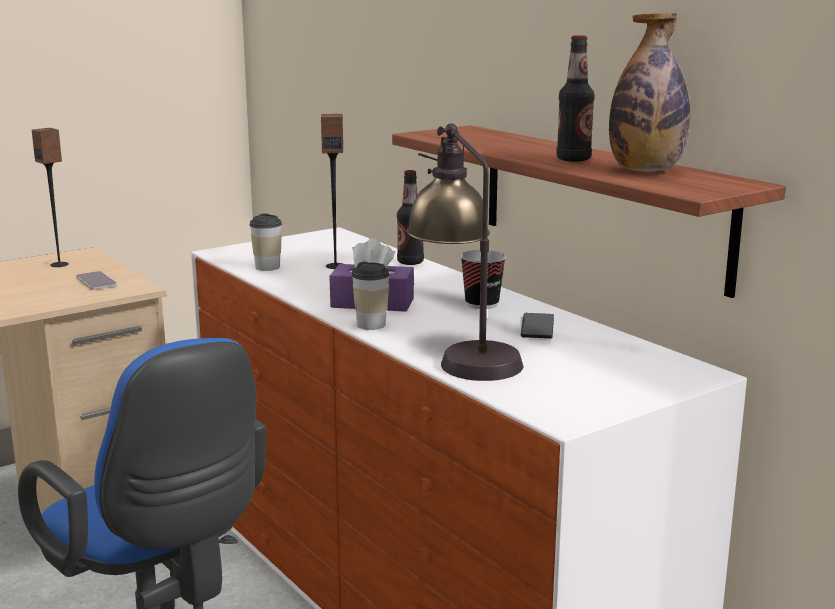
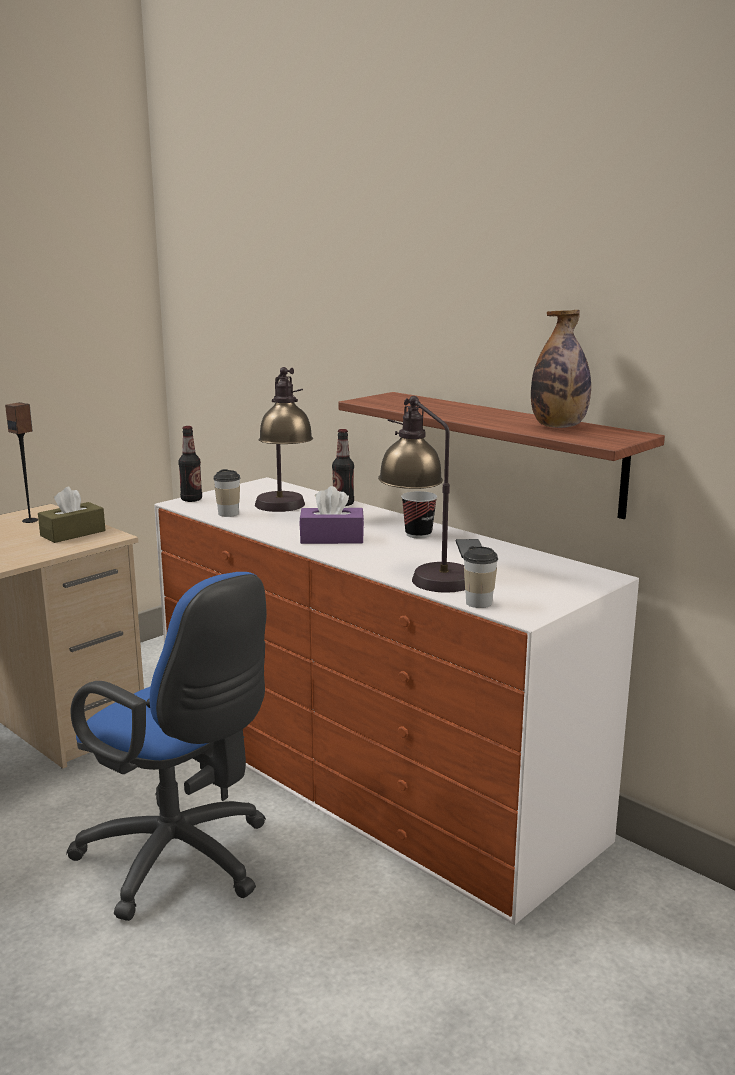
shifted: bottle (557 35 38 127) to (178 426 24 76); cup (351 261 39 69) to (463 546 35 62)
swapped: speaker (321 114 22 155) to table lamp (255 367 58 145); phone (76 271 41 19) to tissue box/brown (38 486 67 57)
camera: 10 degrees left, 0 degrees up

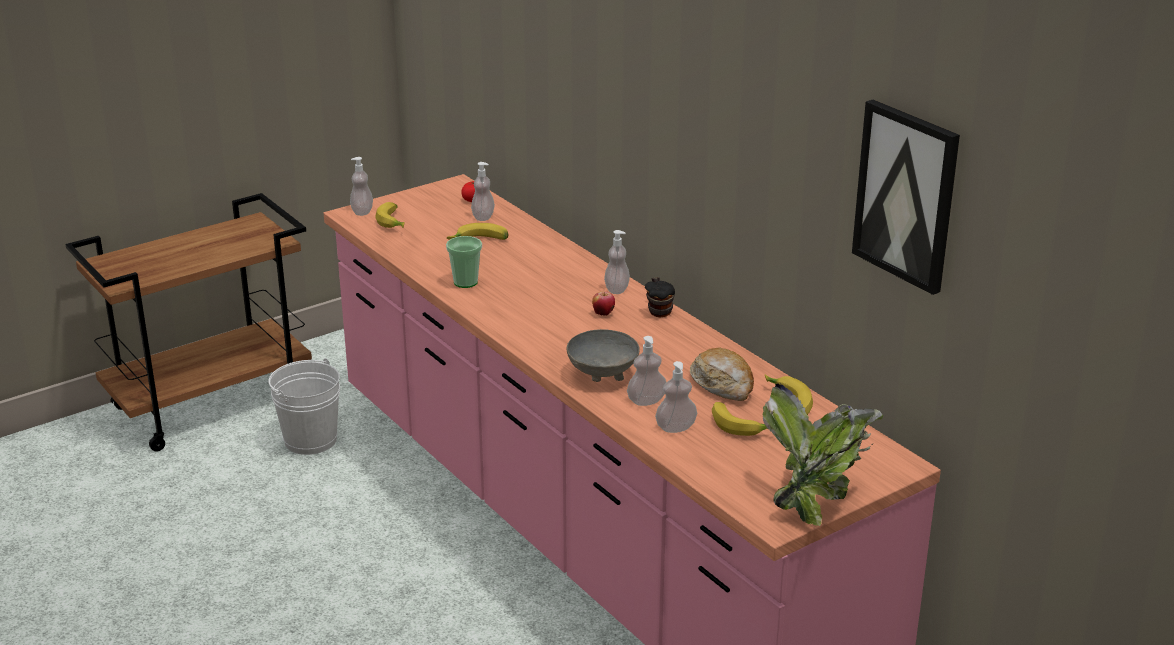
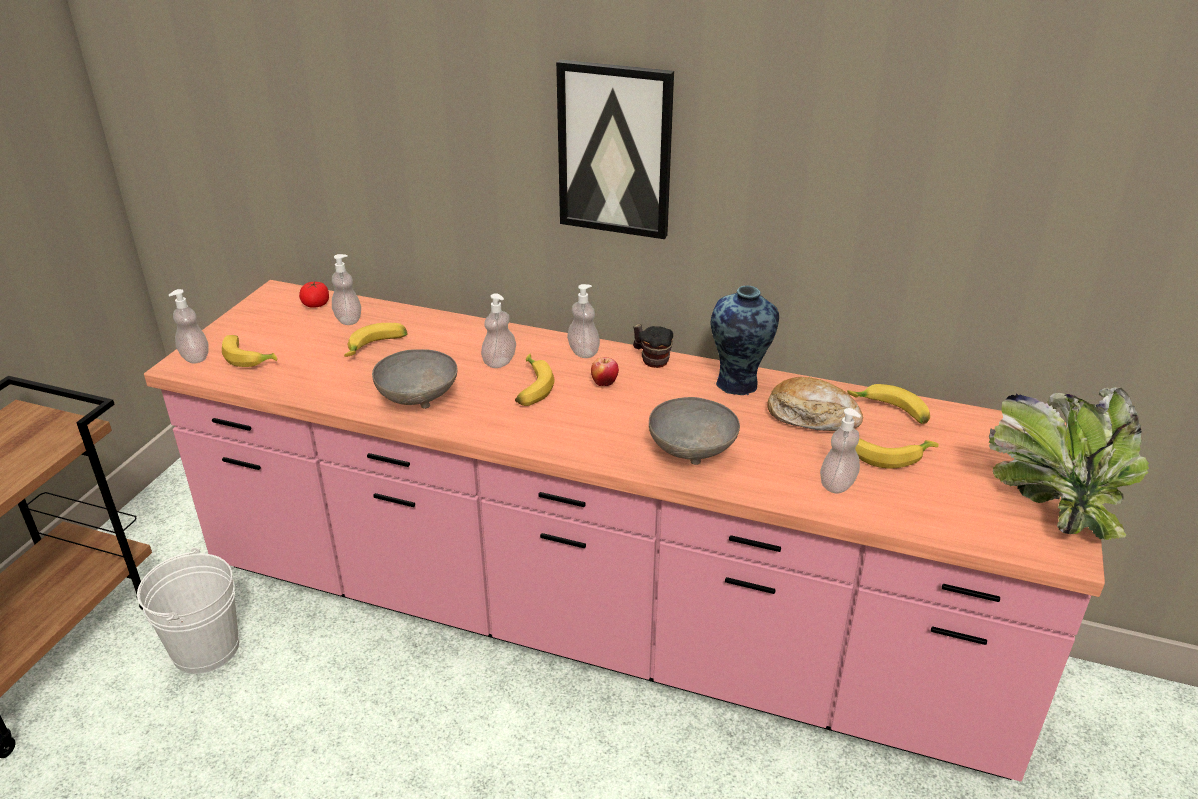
new: vase (711 286 68 109); banana (515 354 40 52)
shifted: picture (852 99 108 196) to (556 59 118 180); soap dispenser (627 336 39 70) to (481 293 35 75)
swapped: cup (446 236 36 52) to bowl/grey (372 349 86 60)
camera: 35 degrees left, 5 degrees up

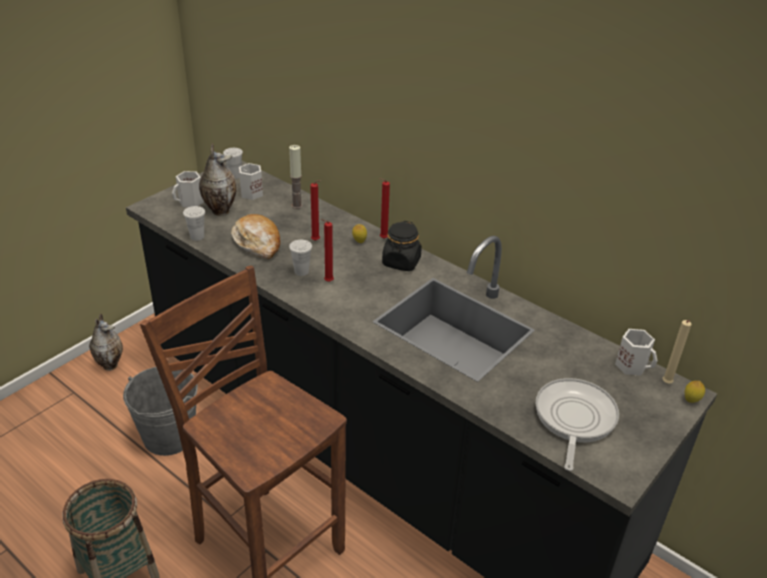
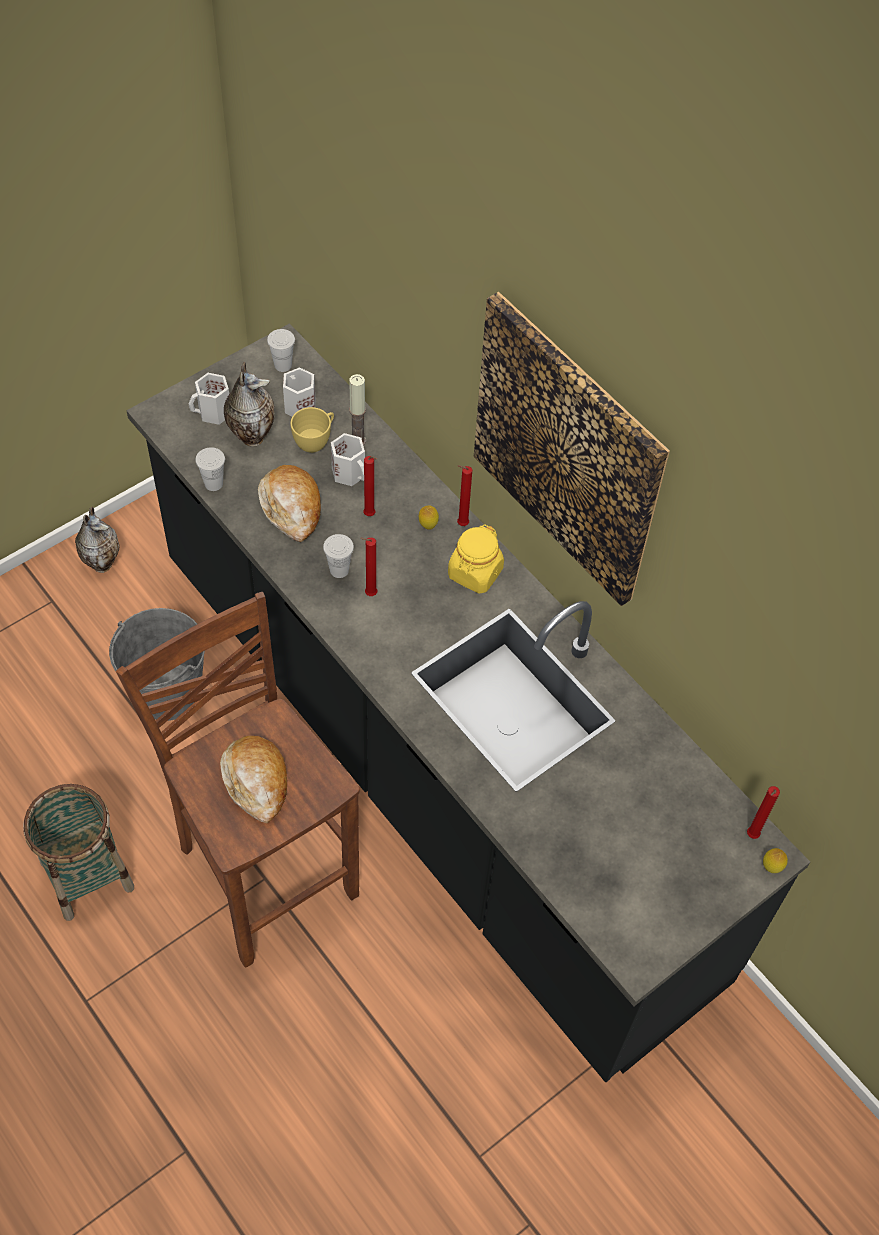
gone: frying pan (536 378 83 93)
new: picture (474 292 196 314); cup/yellow (291 407 43 46); bread (220 736 67 87)
shifted: mug/white (615 329 43 47) to (331 433 34 53)
repainted: jar/black (382 221 40 50) to jar/yellow (448 524 56 69); candle/beige (662 320 30 63) to candle/red (747 786 33 53)
camera: 10 degrees right, 20 degrees up

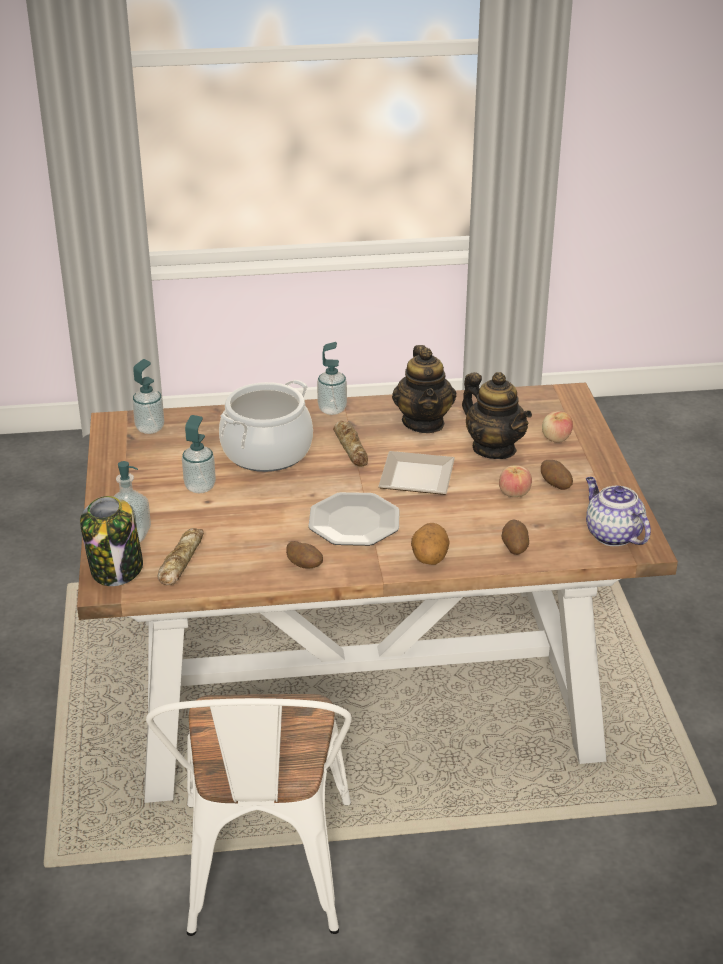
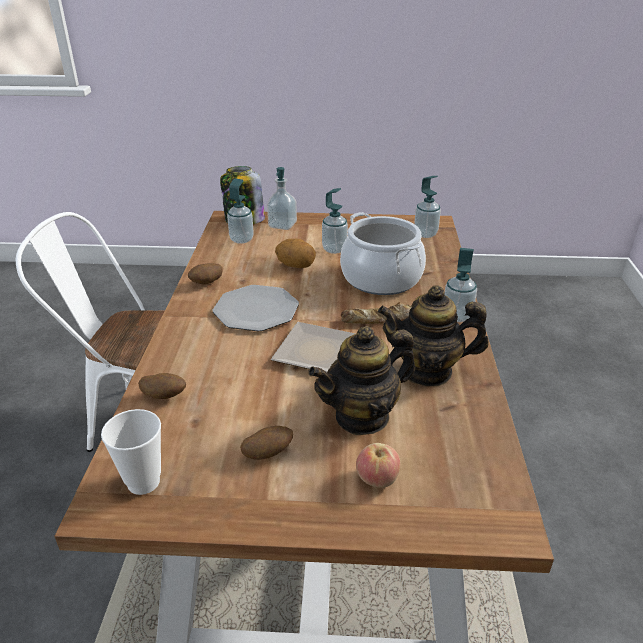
gone: apple (499 465 33 32)
shifted: potato (411 523 39 42) to (275 239 41 29)
swapped: teapot (586 477 65 69) to cup (101 409 60 86); bread (158 528 46 57) to soap dispenser (227 179 27 65)
camera: 100 degrees right, 0 degrees up

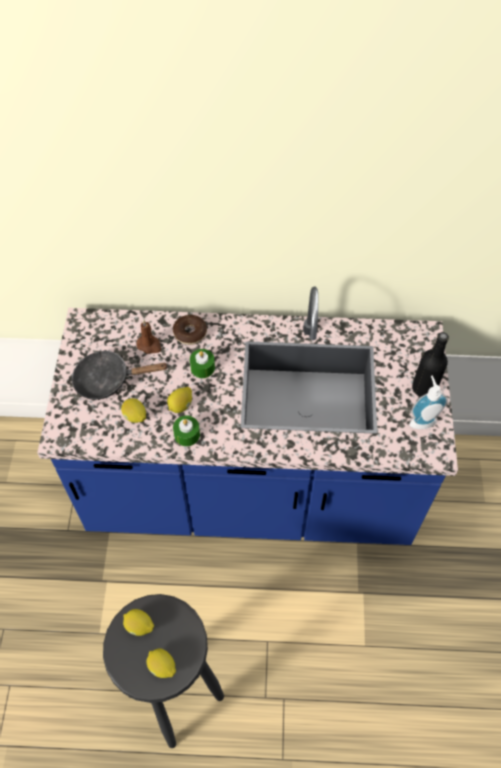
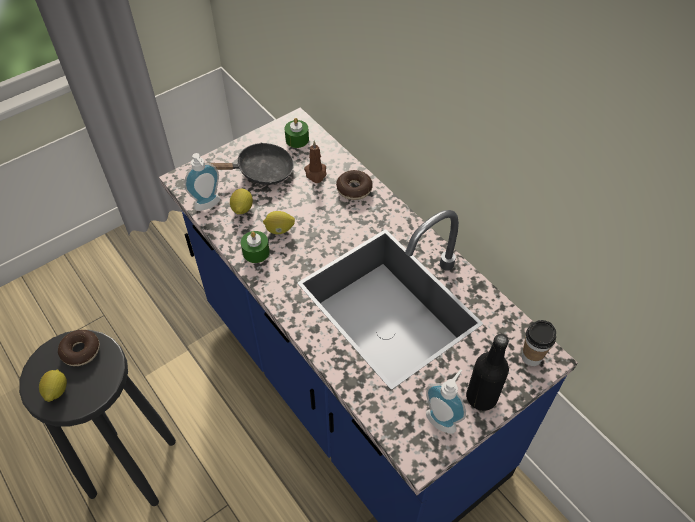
new: soap dispenser (184 153 36 58); cup (522 320 34 46)
shifted: candle/green (190 349 25 29) to (284 118 25 30)
swapped: lemon (123 609 31 27) to donut (58 330 42 36)
rotated: frying pan/black (72 350 97 50) = (210 142 84 43) 120 degrees clockwise
camera: 50 degrees right, 5 degrees down

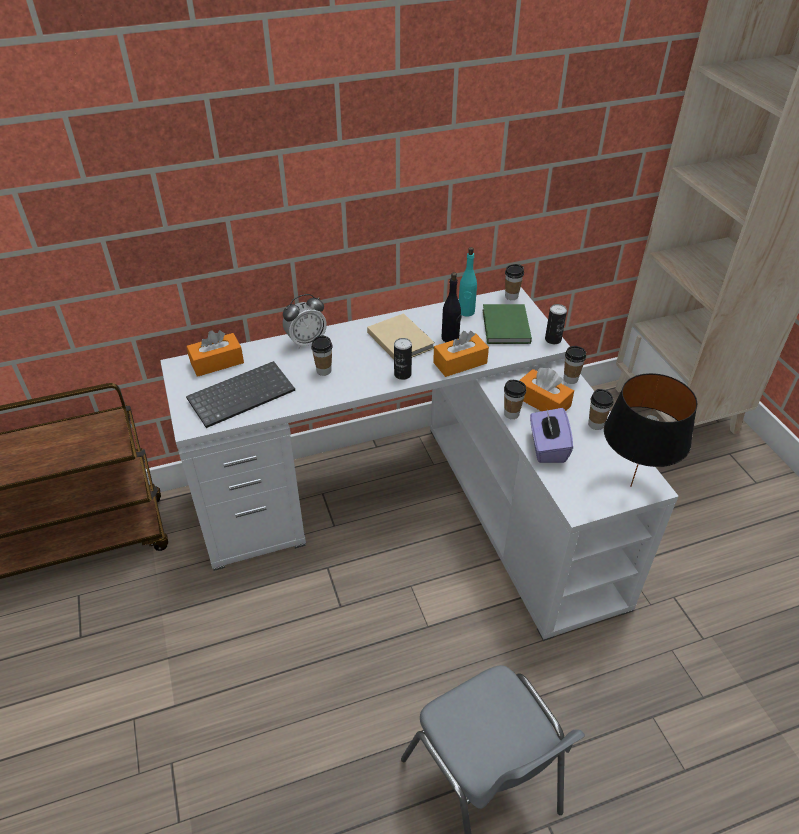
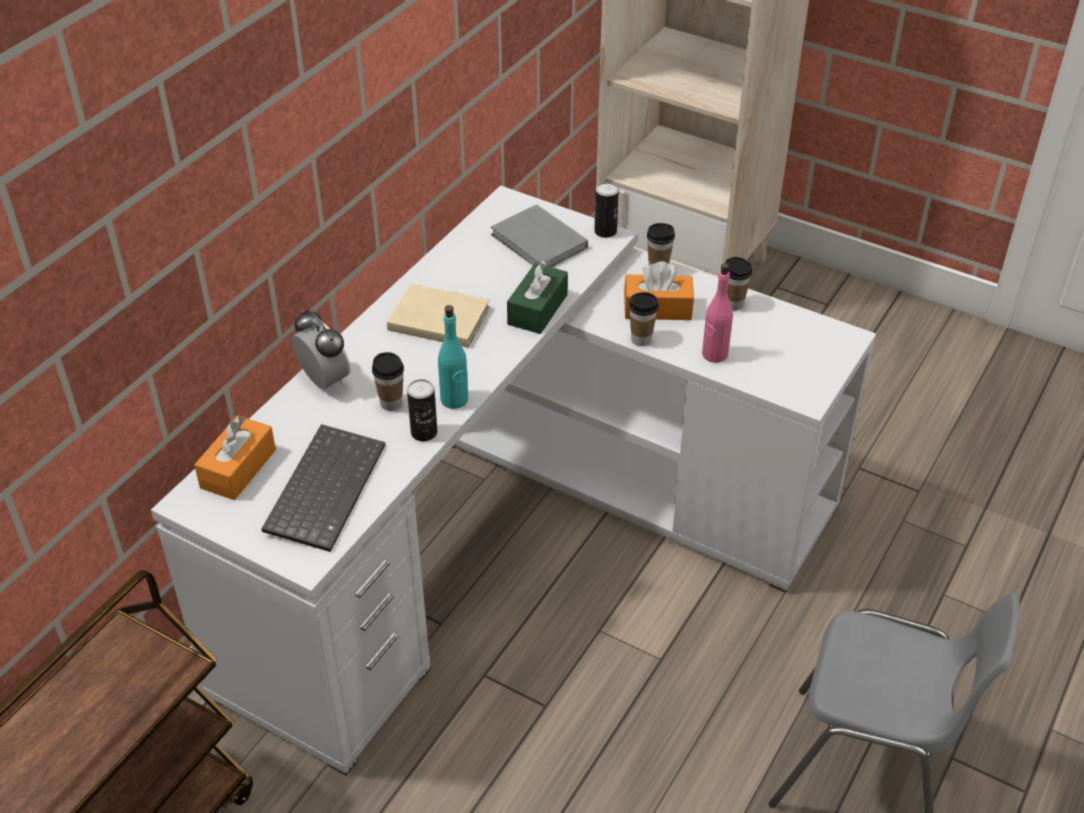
gone: cup (505 264 19 36); bottle/black (442 272 19 70); table lamp/black (604 373 93 114)
shifted: bottle/turquoise (459 247 18 70) to (438 305 30 104); can (394 338 18 42) to (407 379 30 62)
swapped: tissue box/purple (530 408 43 55) to bottle/pink (702 263 31 100)
repainted: book/green (483 304 49 40) to book/grey (491 204 97 63); tissue box/orange (433 331 56 46) to tissue box/green (507 260 61 74)
rotated: alarm clock (283 294 44 55) = (292 310 59 79) 60 degrees counterclockwise
camera: 40 degrees left, 0 degrees up

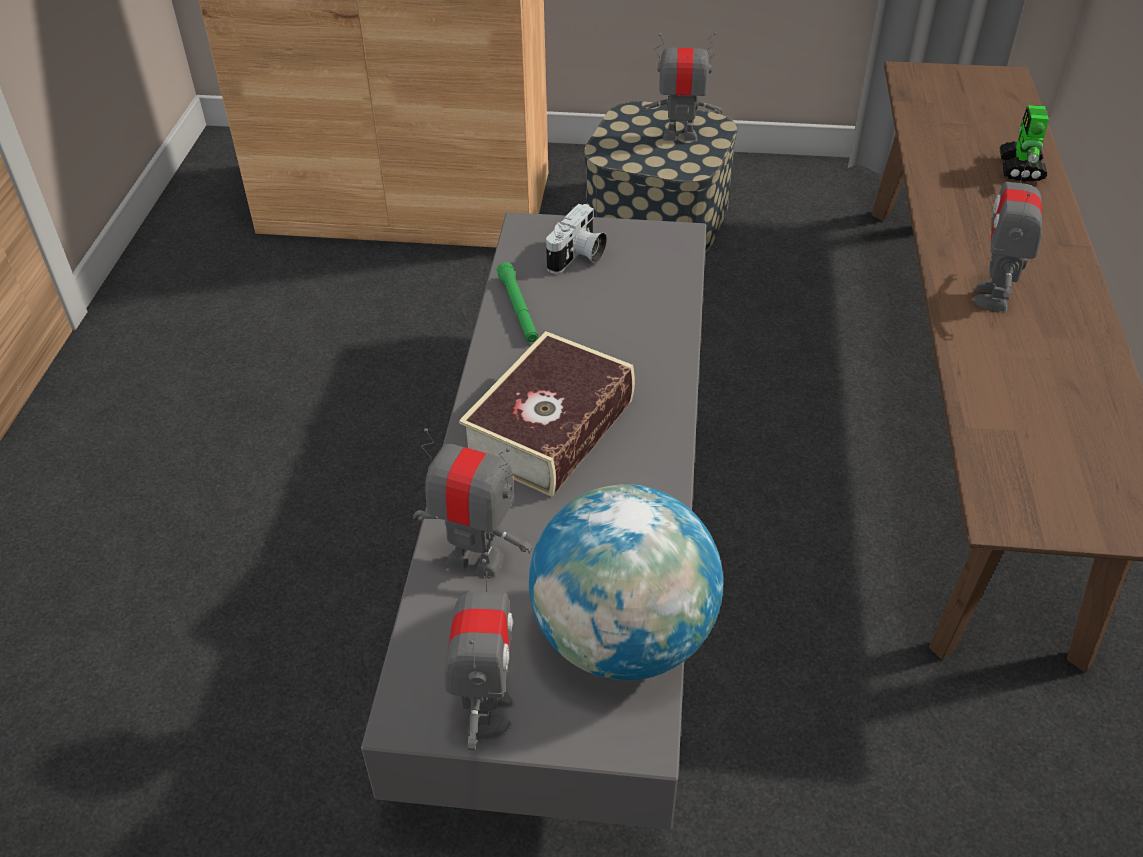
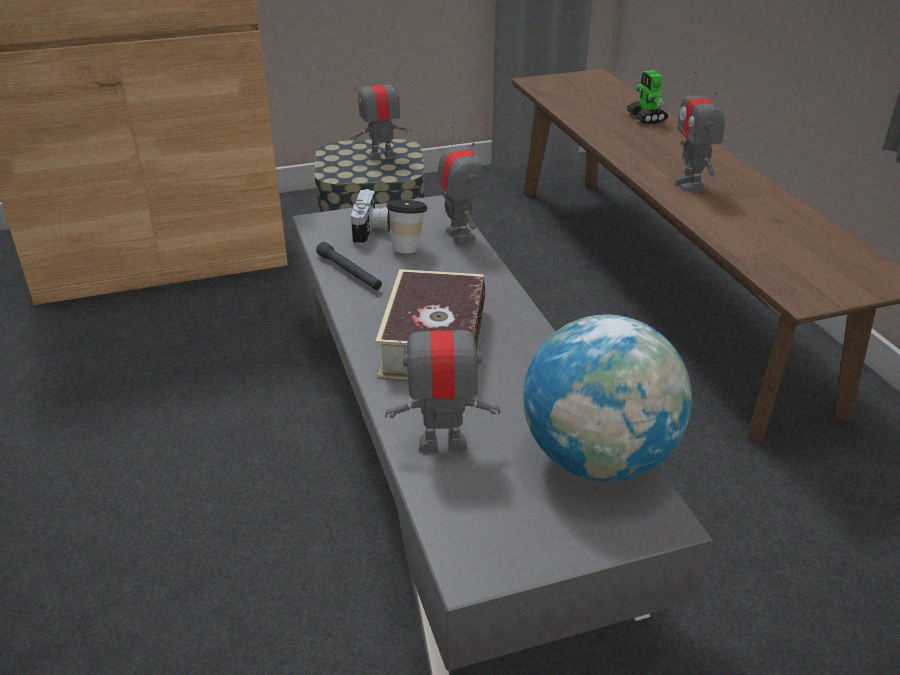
new: cup (386 200 42 53)
shifted: toy robot (445 559 69 191) to (437 125 46 121)
repainted: flashlight/green (497 262 41 80) to flashlight/black (316 242 66 48)
camera: 25 degrees left, 10 degrees down

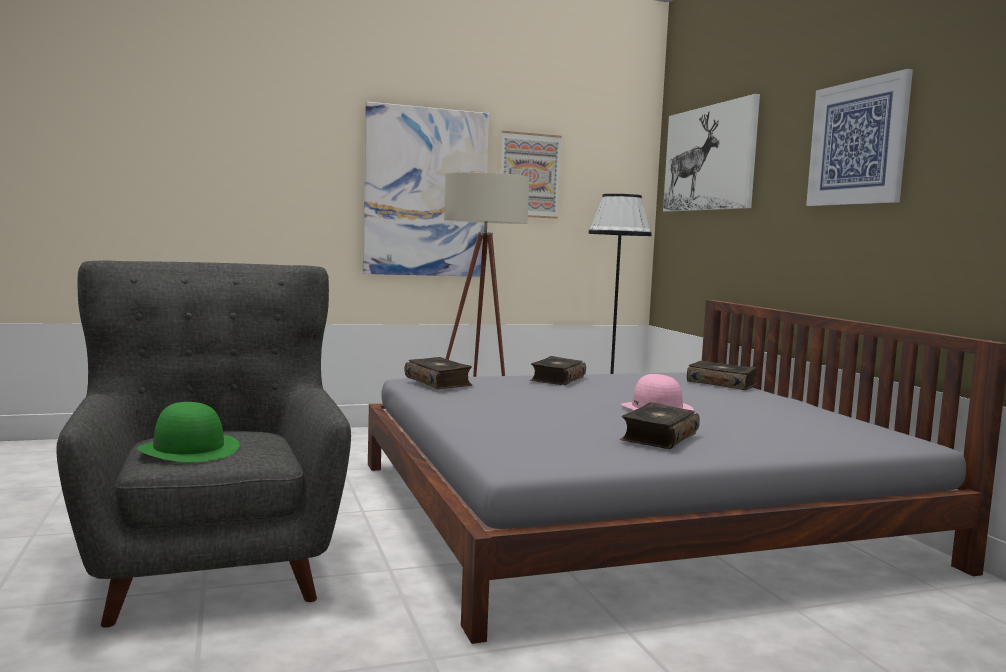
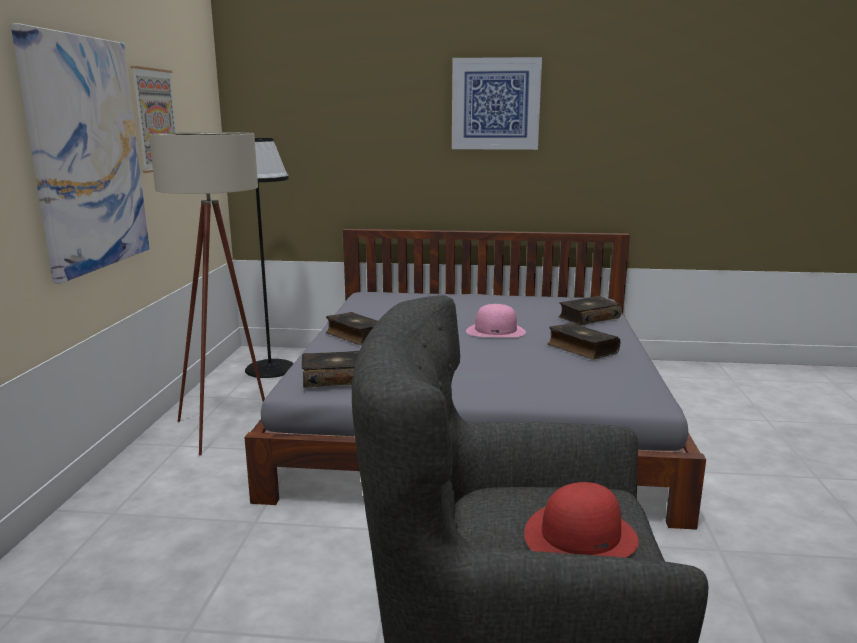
gone: picture (663 94 97 118)
shifted: book (687 361 70 29) to (558 296 64 29)
repainted: hat/green (137 402 103 60) to hat/red (524 482 115 76)
camera: 65 degrees left, 10 degrees up

